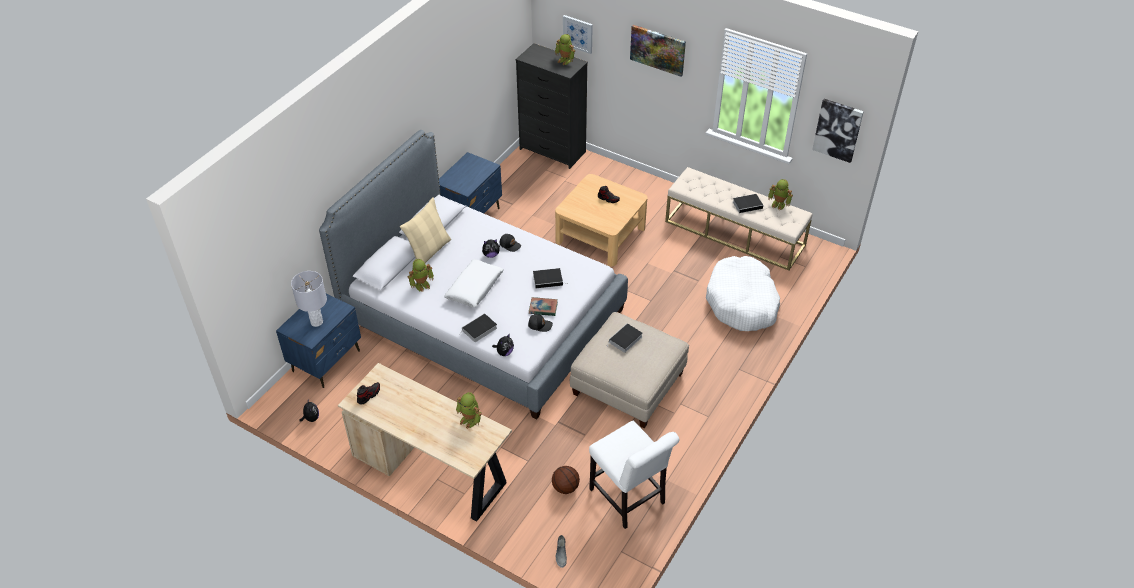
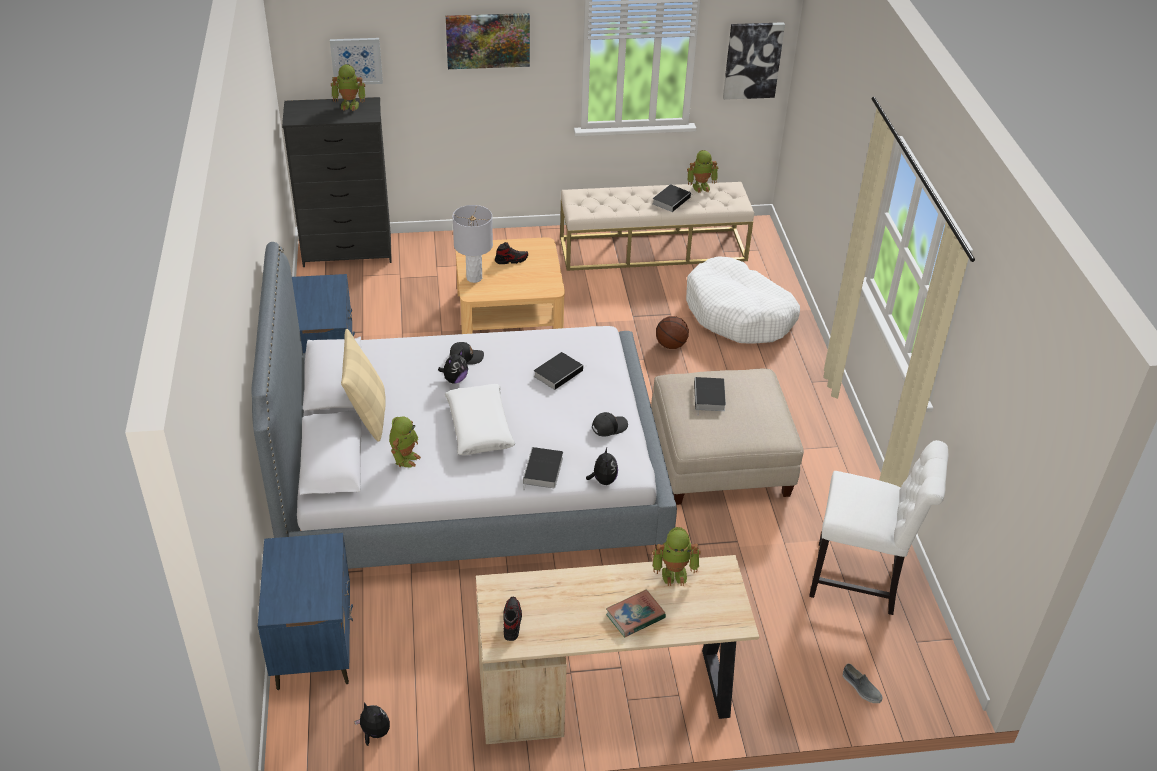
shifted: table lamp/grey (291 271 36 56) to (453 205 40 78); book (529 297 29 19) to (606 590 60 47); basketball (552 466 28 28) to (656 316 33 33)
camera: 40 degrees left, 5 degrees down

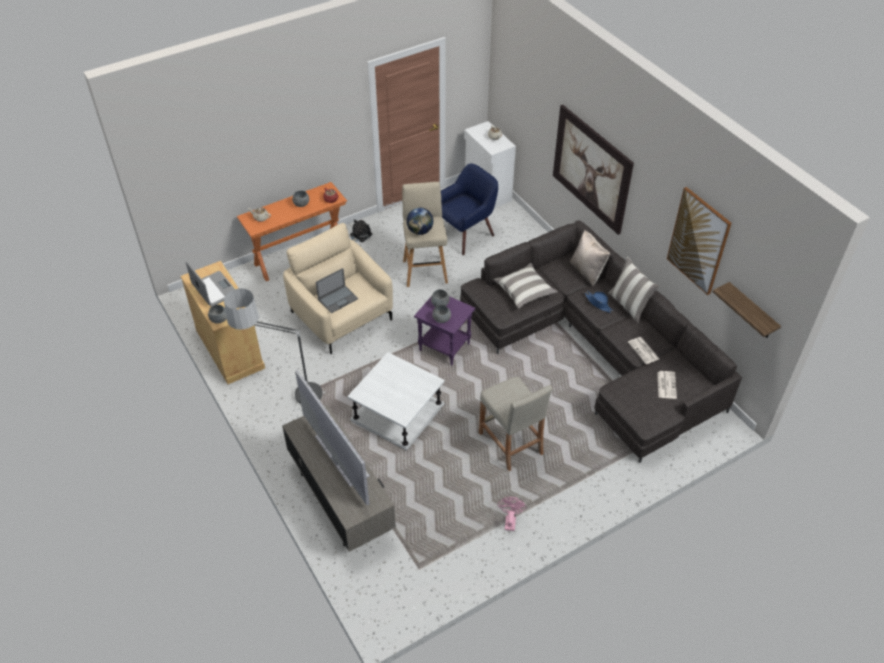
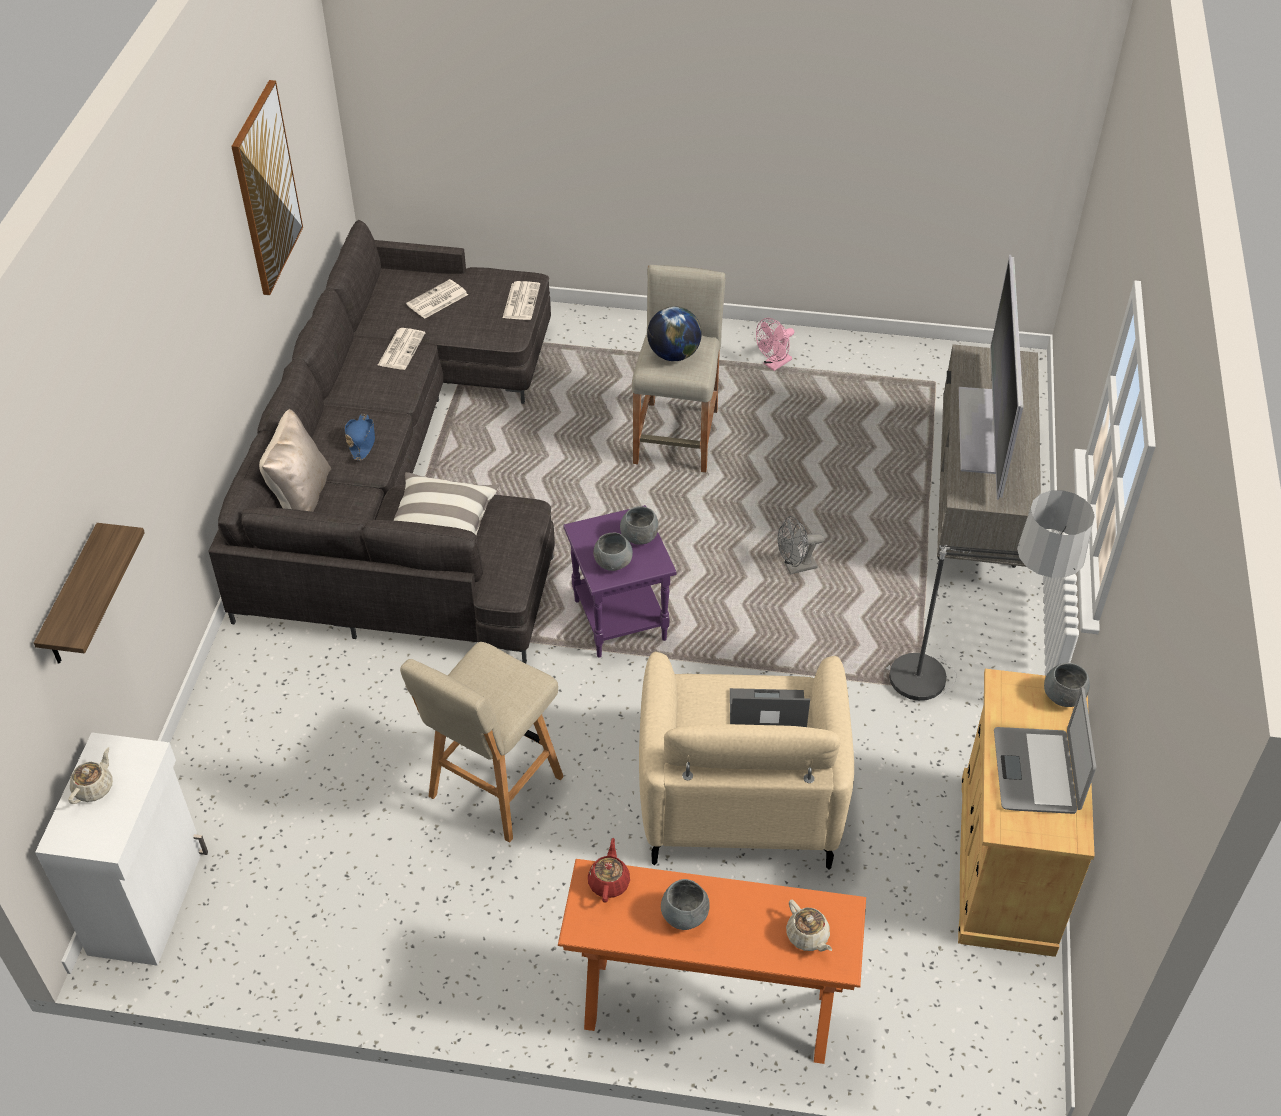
gone: picture (553 105 81 130); armchair/blue (441 163 57 92); plush toy (350 219 22 23); pillow (608 257 51 66)
new: newspaper (503 281 37 39)
shifted: globe (406 208 27 27) to (647 306 55 55); shelf (712 282 69 56) to (34 523 111 141)
swapped: side table/white (347 352 98 99) to fan/grey (778 516 46 59)
camera: 140 degrees left, 0 degrees up

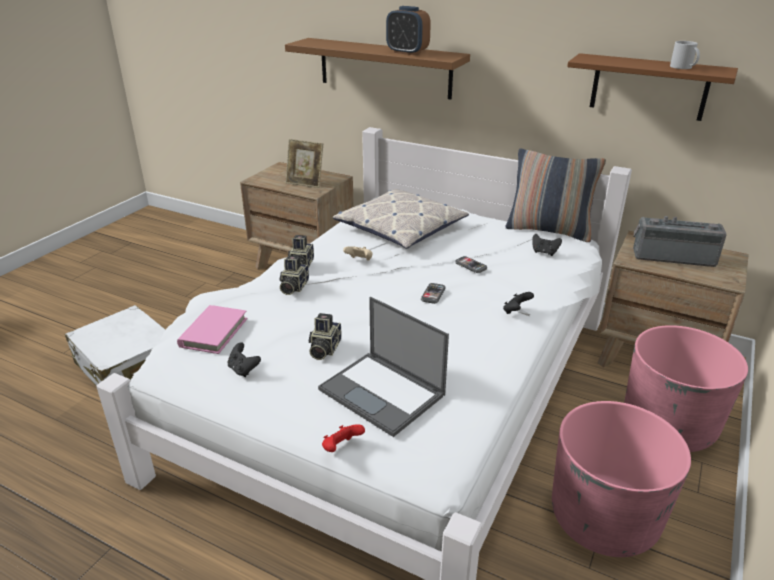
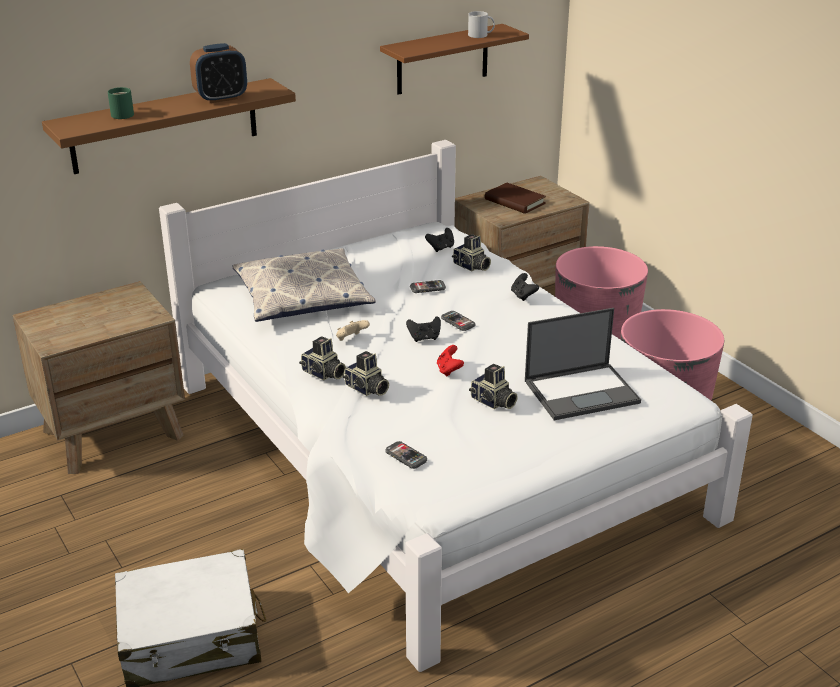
gone: picture frame (286 139 37 49); pillow (505 149 101 93)
new: mug/green (108 87 26 32); photo camera (452 234 39 37)
shifted: game controller/black (228 342 33 35) to (406 316 35 26); game controller/red (322 424 43 28) to (437 345 27 32)
swapped: radio (633 216 93 51) to book/brown (485 183 61 31); book/pink (177 305 70 49) to phone (385 441 42 28)
camera: 60 degrees left, 0 degrees up

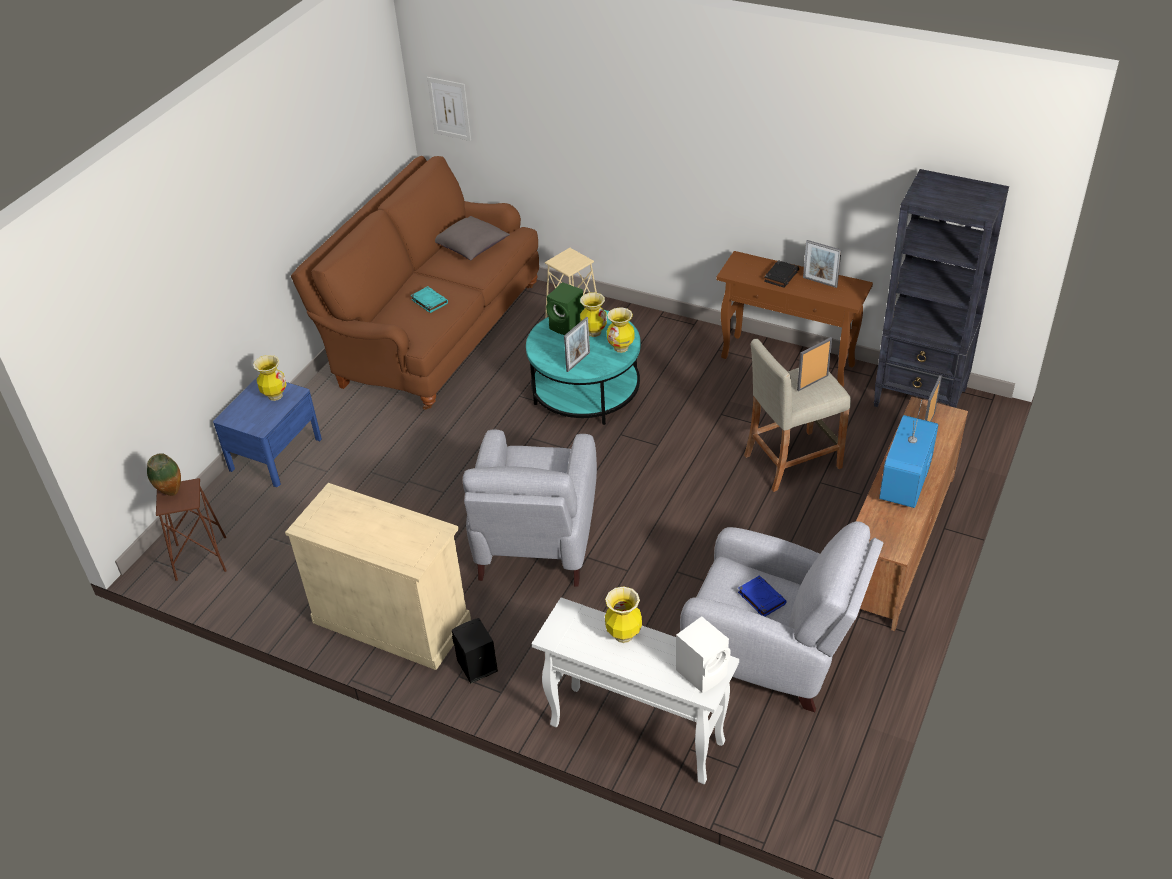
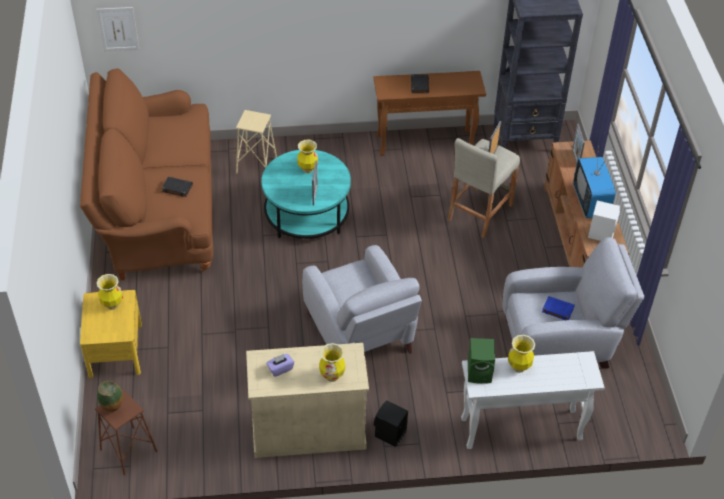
gone: pillow/grey (435 216 75 44); picture frame (803 240 38 48)
new: tissue box/purple (266 354 28 23)
shifted: speaker/green (546 282 38 53) to (468 338 27 46); vase (607 307 28 46) to (319 343 26 39); speaker/white (676 616 55 77) to (588 201 32 40)
repainted: book/turquoise (411 286 37 27) to book/black (161 177 32 20); nightstand/blue (213 377 109 110) to nightstand/yellow (80 290 62 88)
camera: 35 degrees left, 5 degrees up

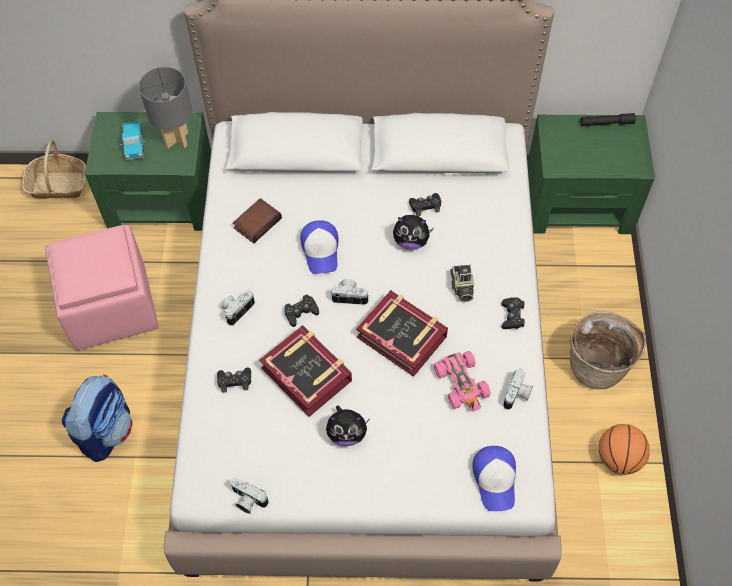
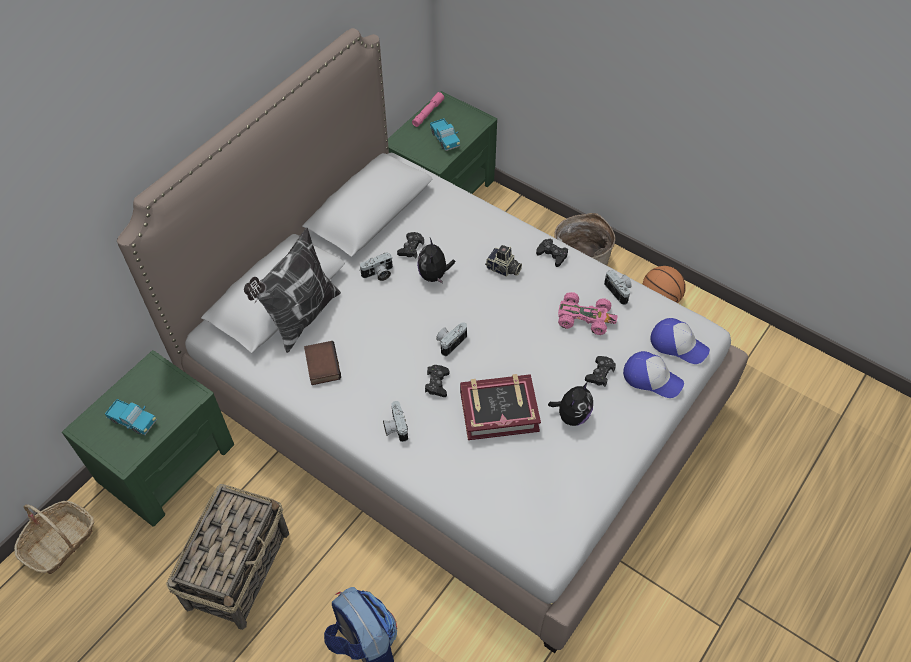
gone: table lamp/grey (139 67 53 82); book (356 290 92 87)
new: toy truck (430 118 30 33); pillow (244 228 97 125)
shifted: cap (300 220 38 54) to (623 351 61 47); game controller/black (217 368 34 25) to (585 356 31 31); photo camera (230 477 39 37) to (360 252 33 29)
swapped: ottoman/pink (45 225 113 126) to basket (166 484 123 146)
repainted: flashlight/black (581 113 55 13) to flashlight/pink (412 92 33 35)
rotated: plush toy (393 215 40 35) = (417 238 38 46) 135 degrees clockwise
camera: 55 degrees left, 5 degrees down

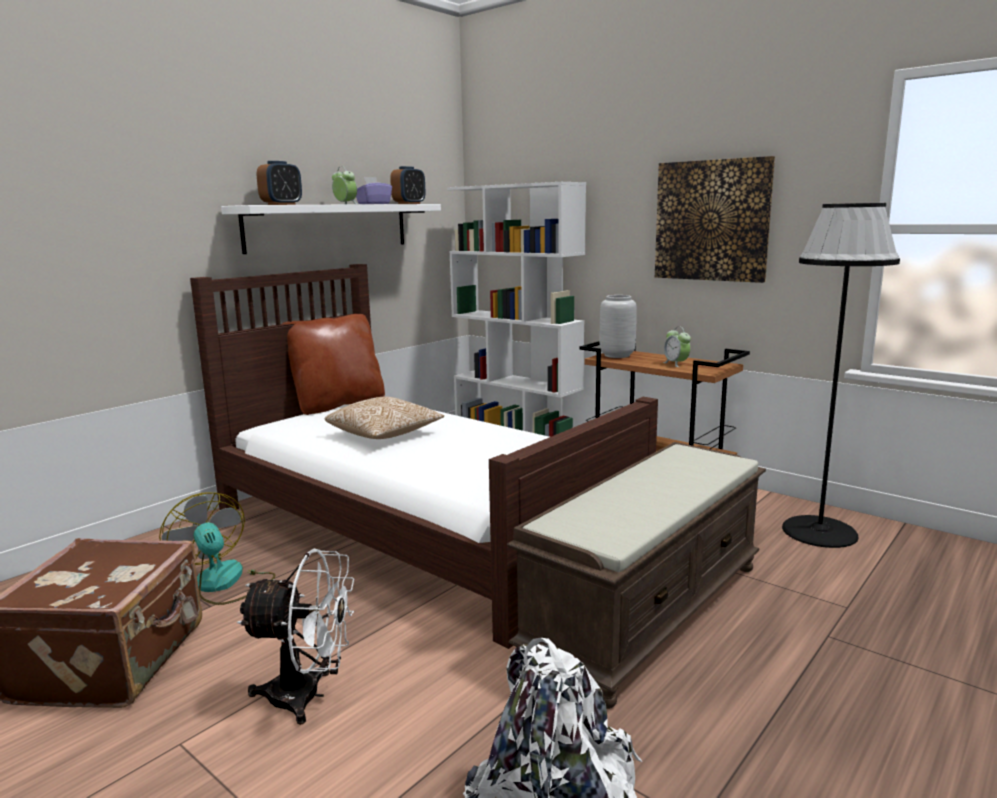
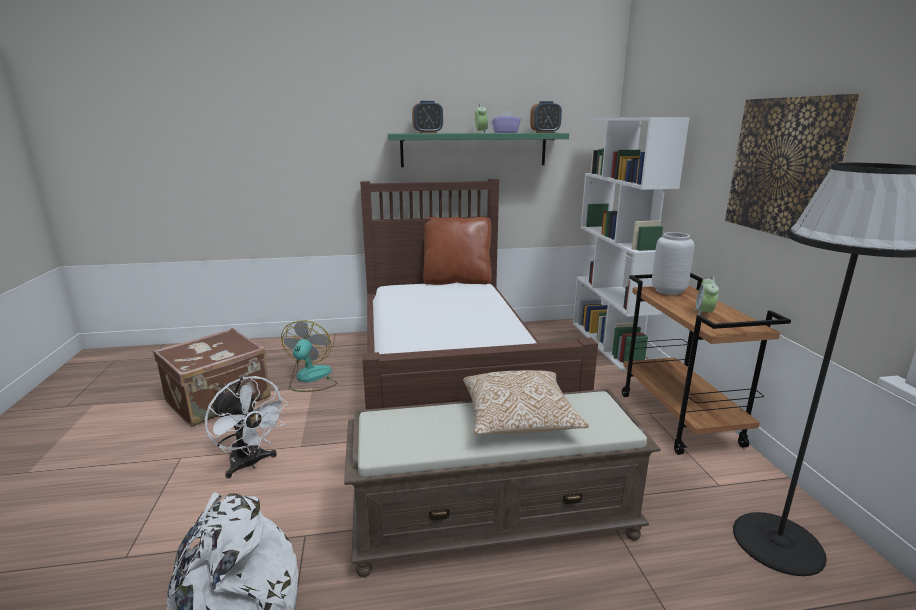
shifted: pillow (325 397 119 42) to (463 370 126 65)
repainted: shelf/white (221 204 220 50) to shelf/green (387 133 182 34)
camera: 40 degrees right, 5 degrees up

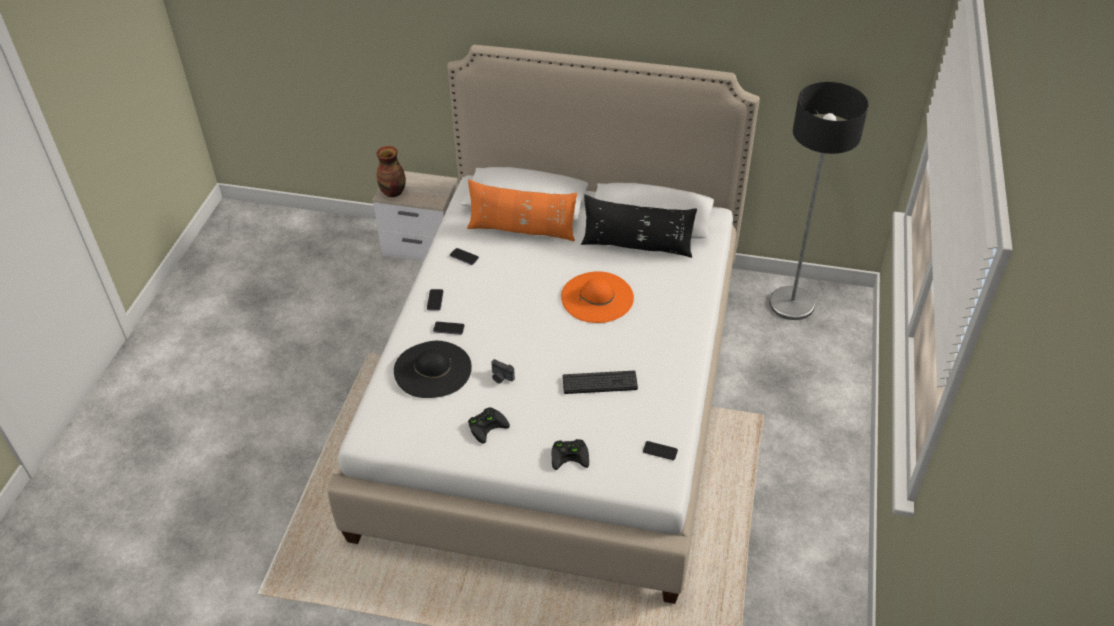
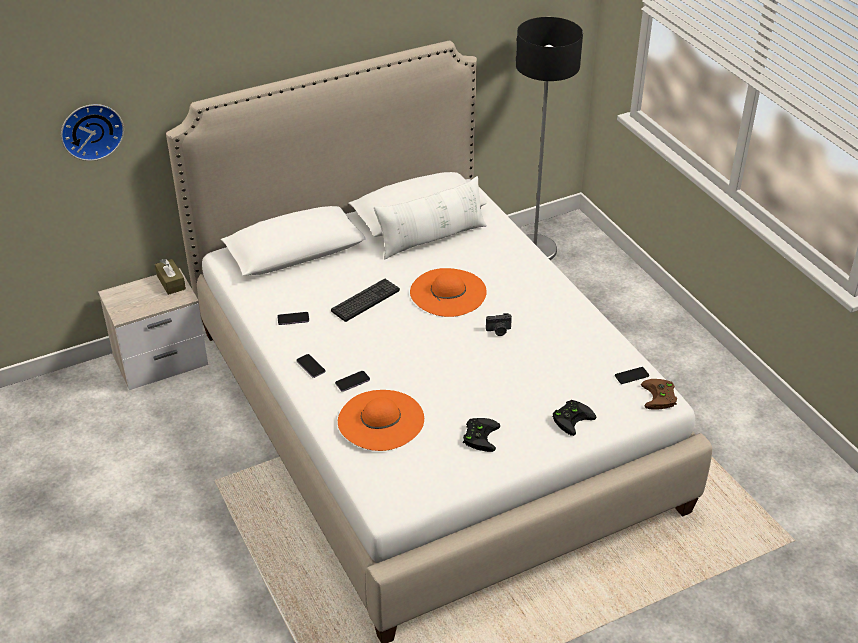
gone: vase (376 146 30 51); pillow/orange (467 179 110 63)
new: wall clock (61 104 63 57); tissue box/brown (155 259 31 36); game controller/brown (641 379 36 30)
shifted: photo camera (491 359 24 24) to (486 313 26 23); keyboard (562 371 76 23) to (331 279 69 43)
repainted: pillow/black (581 195 116 63) to pillow/white (374 176 113 84); hat/black (394 341 78 57) to hat/orange (338 390 86 61)
camera: 40 degrees left, 5 degrees down

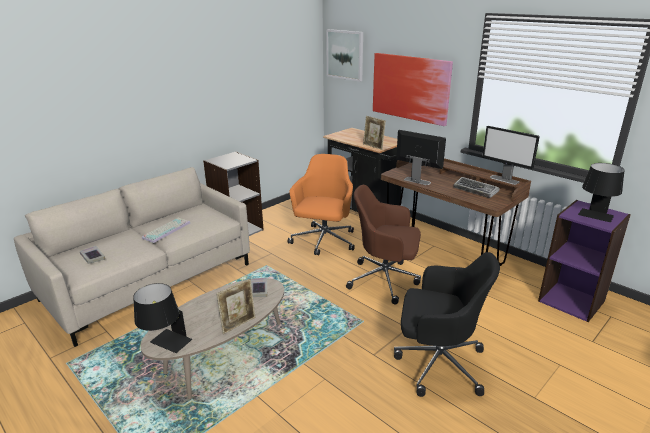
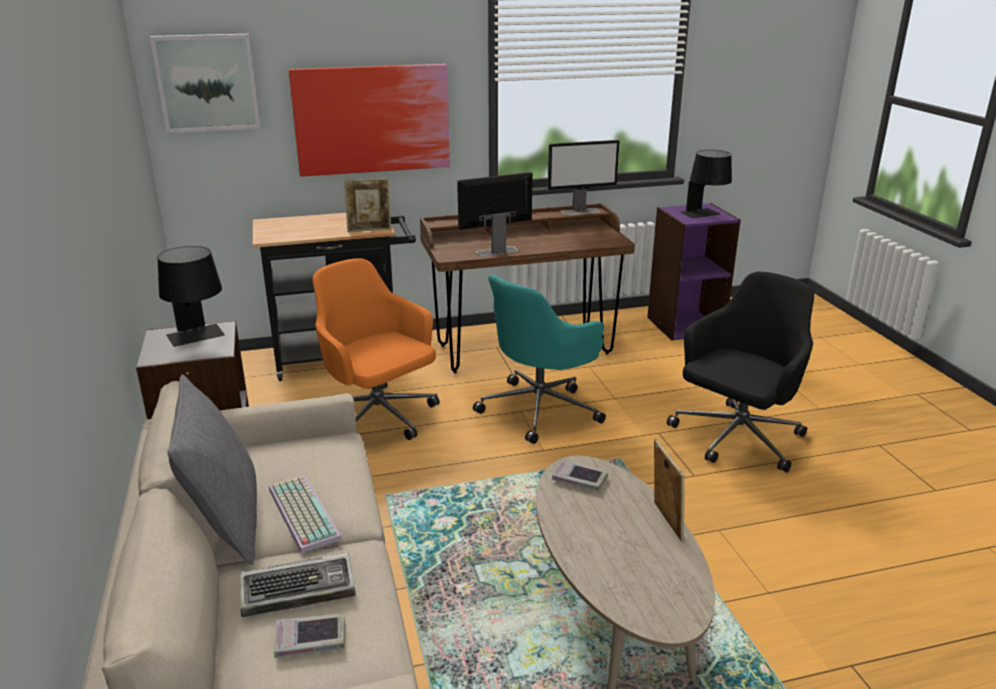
new: pillow/grey (167 374 90 191)
shifted: keyboard (454 177 45 21) to (240 553 116 64); table lamp/black (133 283 59 70) to (158 246 67 101)
repainted: office chair/brown (346 185 75 120) to office chair/turquoise (473 274 133 170)
camera: 60 degrees left, 0 degrees up

